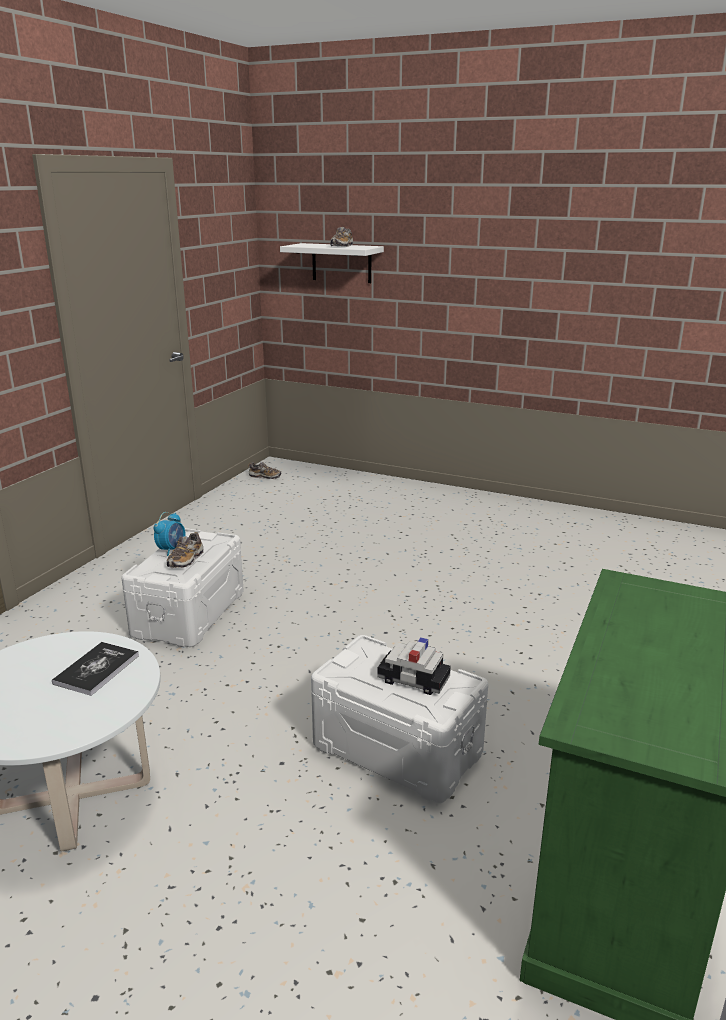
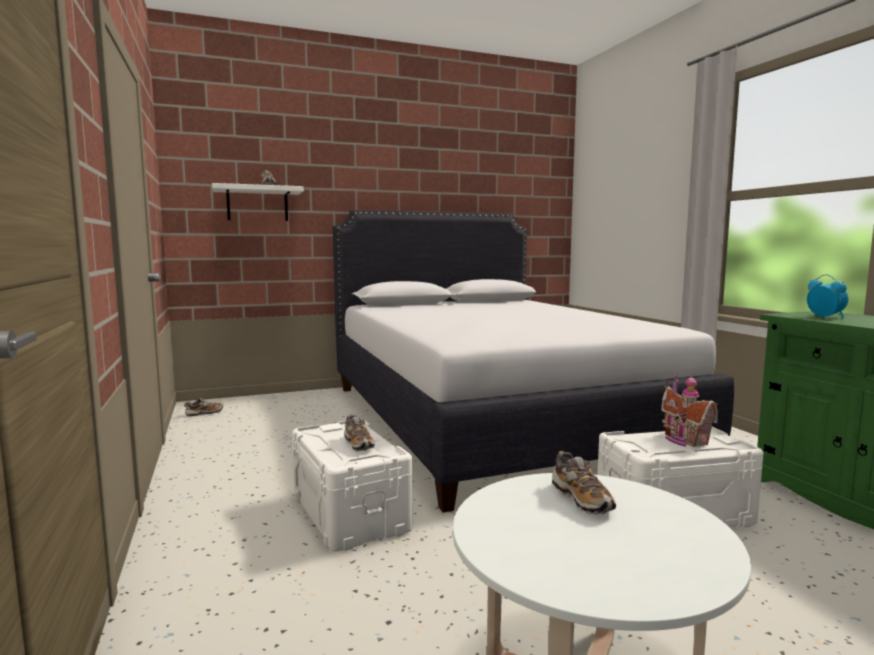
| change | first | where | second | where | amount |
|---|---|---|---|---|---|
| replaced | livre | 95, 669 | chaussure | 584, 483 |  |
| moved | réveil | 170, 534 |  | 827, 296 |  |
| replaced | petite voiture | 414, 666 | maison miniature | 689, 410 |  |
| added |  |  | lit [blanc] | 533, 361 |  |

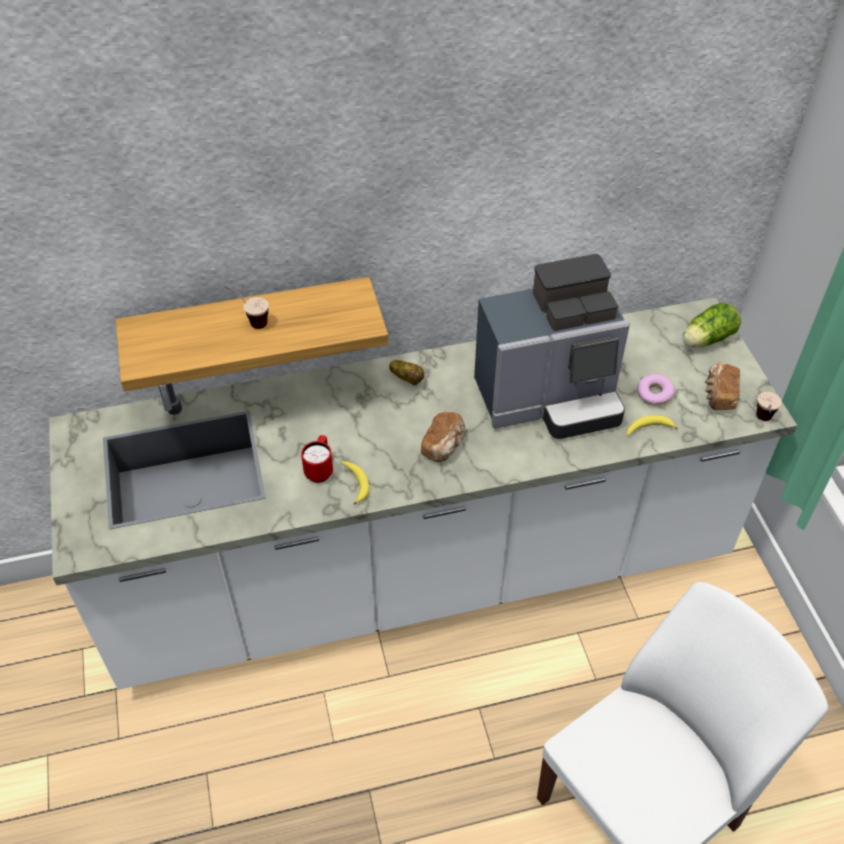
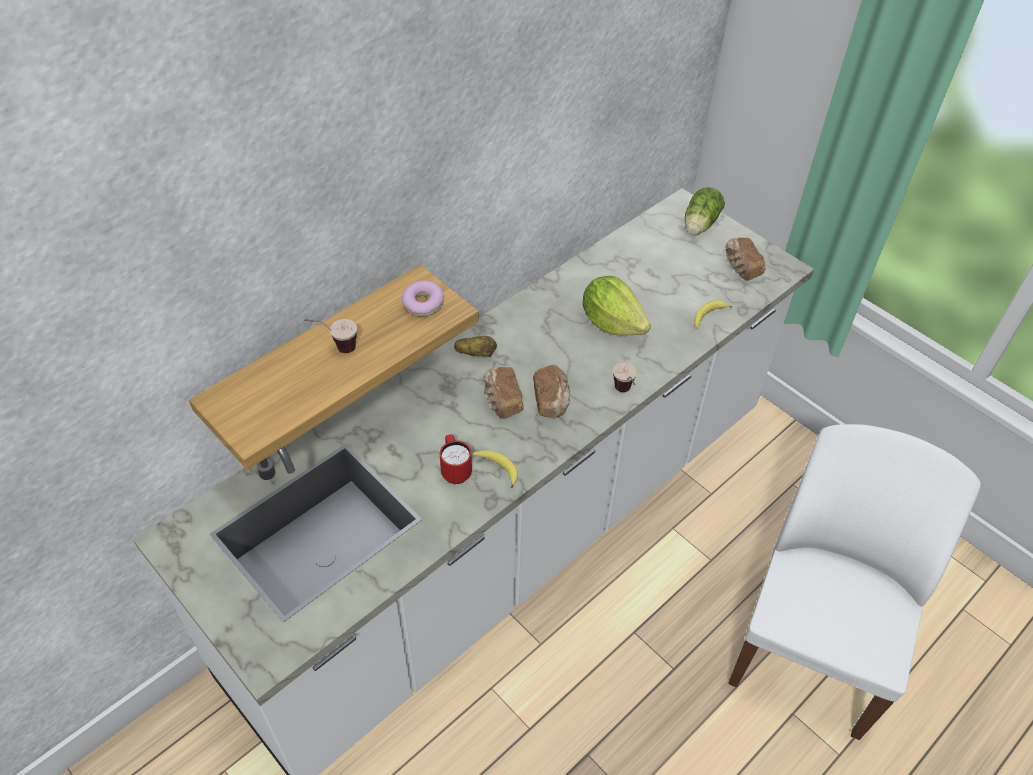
| change | first | where | second | where | amount |
|---|---|---|---|---|---|
| replaced | machine à café | 552, 346 | laitue | 616, 306 |  |
| moved | beignet | 656, 390 |  | 423, 298 |  |
| moved | tasse | 769, 406 |  | 625, 377 |  |
| added |  |  | pain | 503, 393 |  |

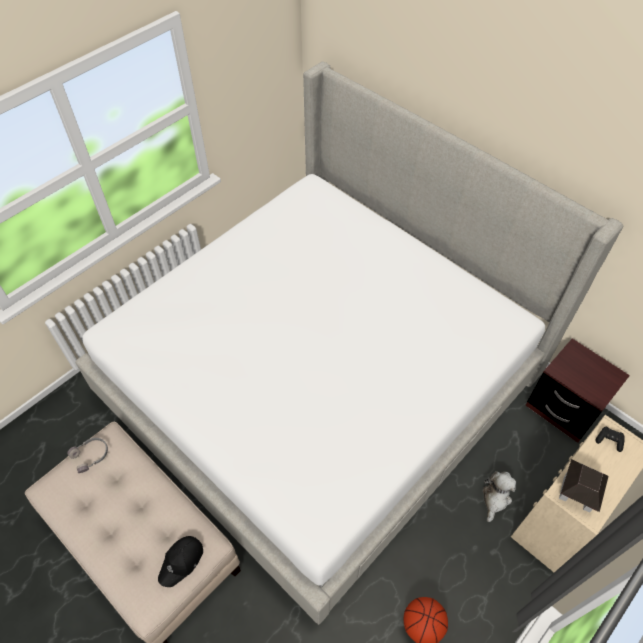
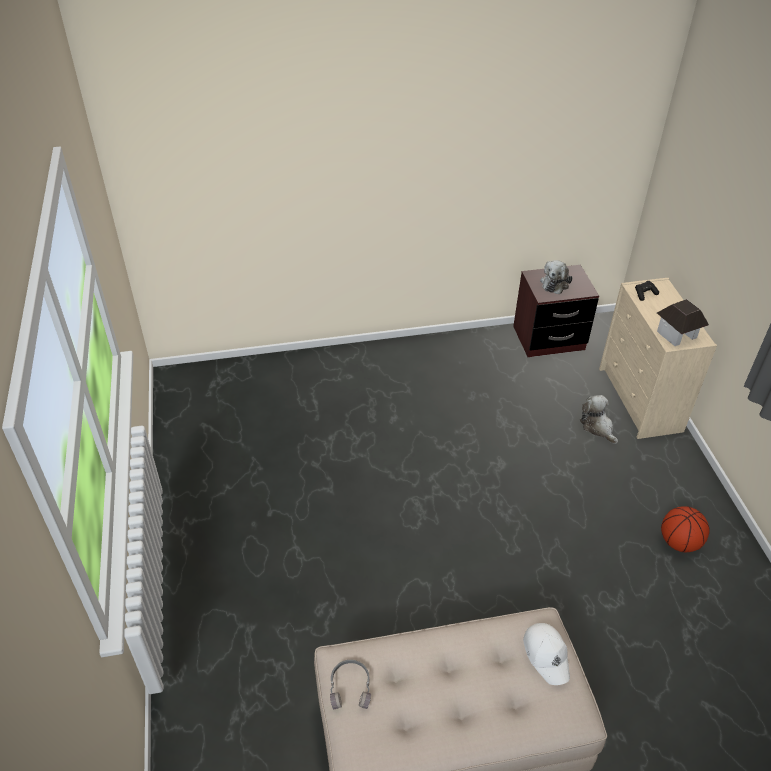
| change | first | where | second | where | amount |
|---|---|---|---|---|---|
| removed | lit | 349, 343 |  |  |  |
| recoloured | casquette [noir] | 180, 561 | casquette [blanc] | 546, 654 |  |
| added |  |  | peluche | 556, 277 |  |

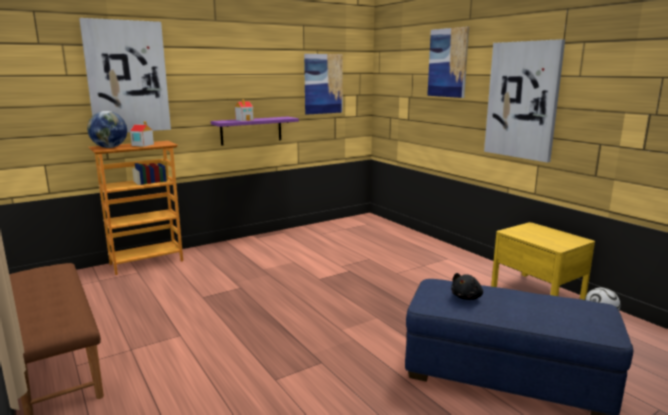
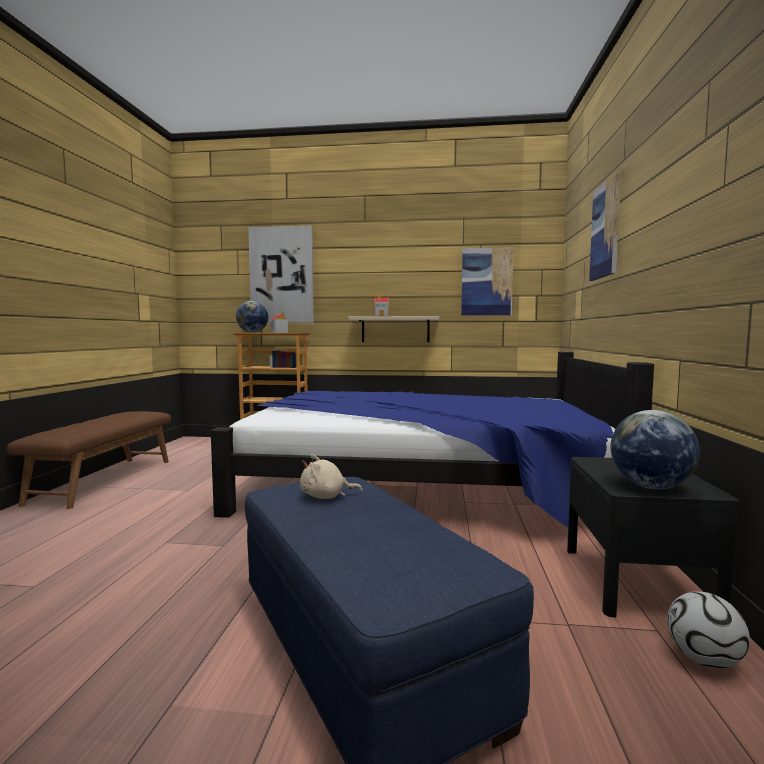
| change | first | where | second | where | amount |
|---|---|---|---|---|---|
| recoloured | étagère [violet] | 255, 131 | étagère [beige] | 393, 329 |  |
| recoloured | peluche [noir] | 467, 286 | peluche [beige] | 331, 476 |  |
| removed | tableau | 524, 100 |  |  |  |
| recoloured | table de chevet [jaune] | 543, 261 | table de chevet [noir] | 653, 537 |  |
| added |  |  | lit | 432, 439 |  |
| added |  |  | globe | 655, 449 |  |

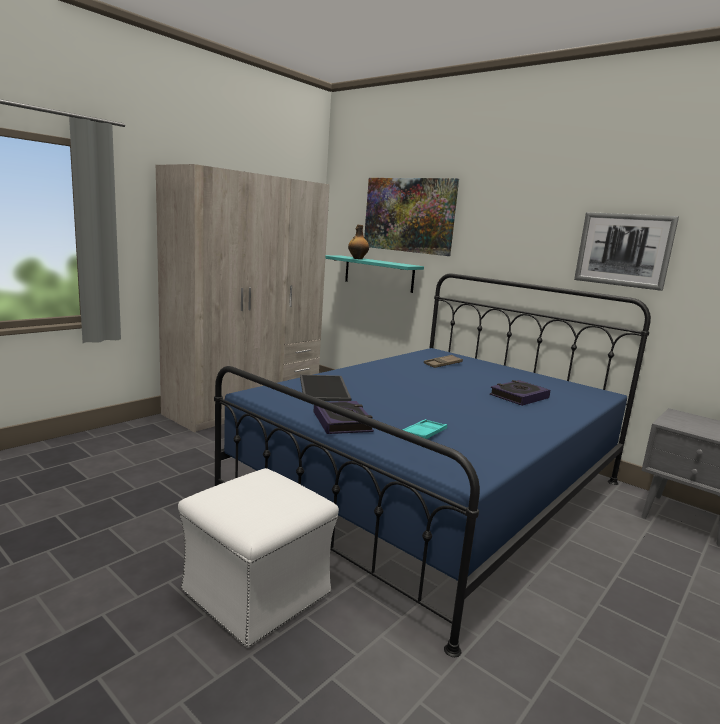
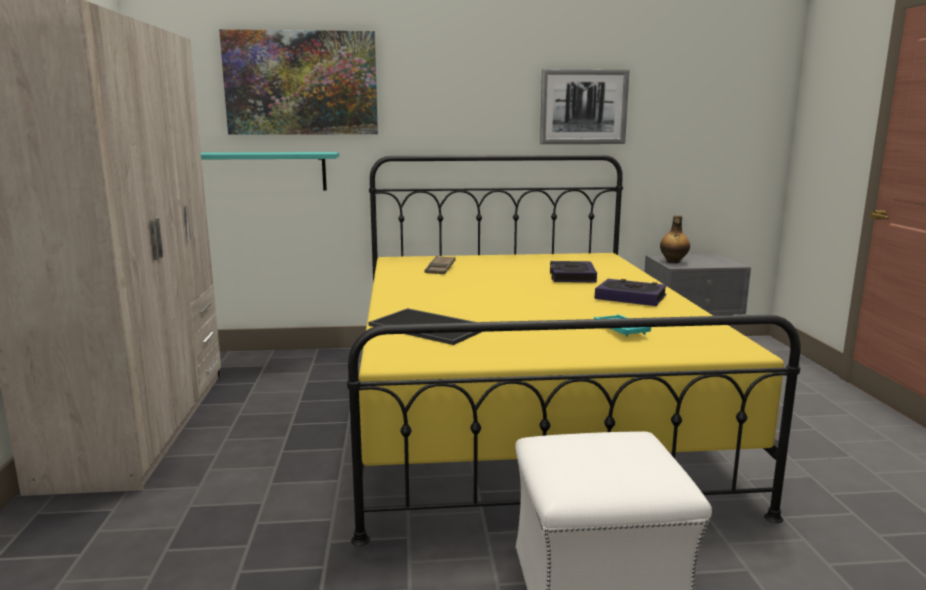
| change | first | where | second | where | amount |
|---|---|---|---|---|---|
| recoloured | lit [bleu] | 432, 465 | lit [jaune] | 574, 350 |  |
| moved | livre | 344, 417 |  | 631, 292 |  |
| moved | bouteille | 358, 242 |  | 675, 239 |  |

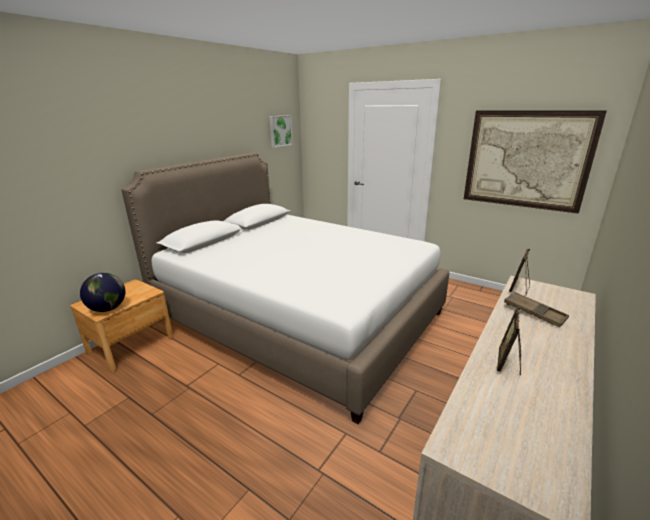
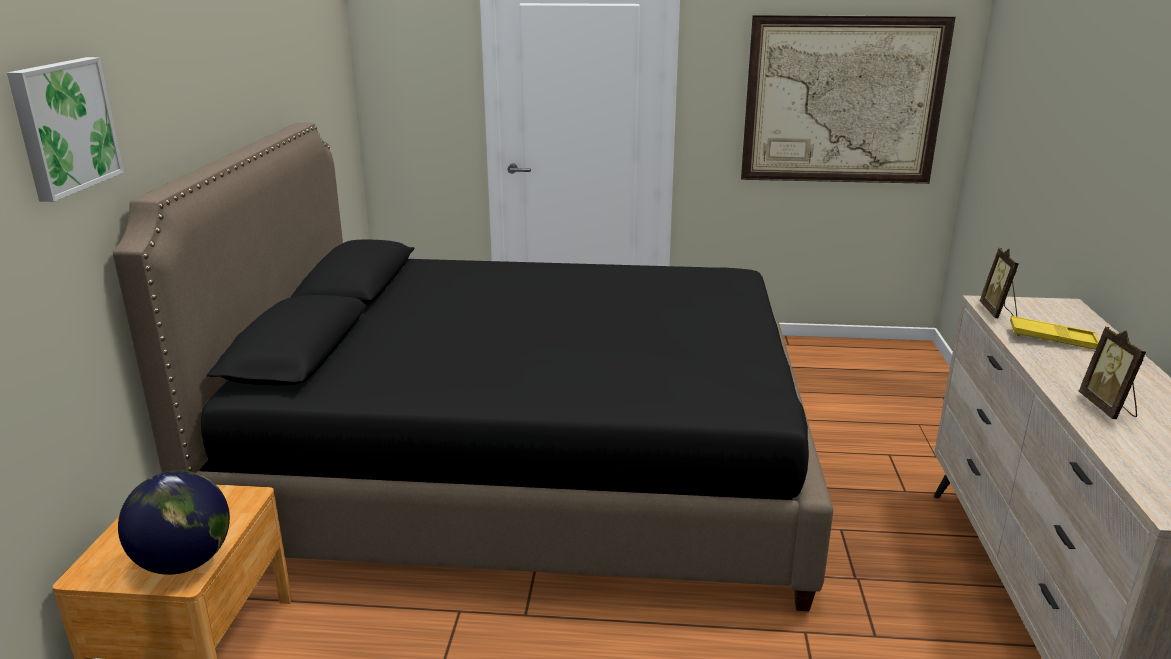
| change | first | where | second | where | amount |
|---|---|---|---|---|---|
| recoloured | lit [blanc] | 285, 288 | lit [noir] | 473, 366 |  |
| moved | tableau | 281, 131 |  | 65, 129 |  |
| recoloured | plateau [marron] | 536, 309 | plateau [jaune] | 1054, 333 |  |

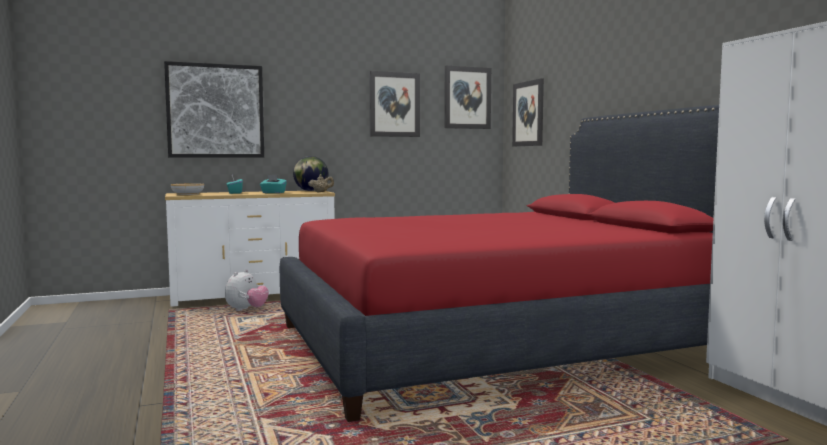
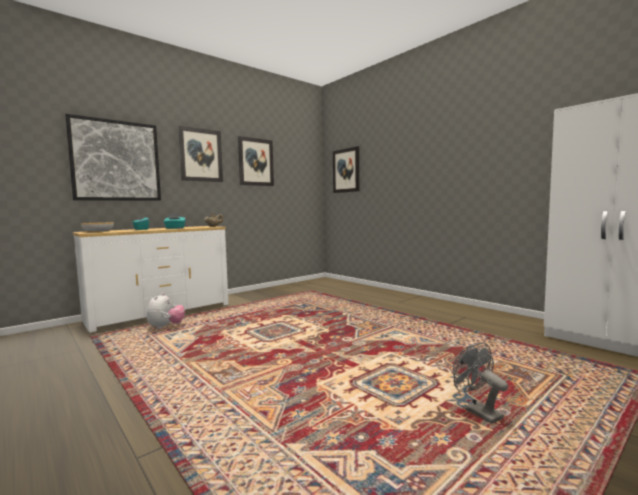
| change | first | where | second | where | amount |
|---|---|---|---|---|---|
| removed | lit [rouge] | 499, 263 |  |  |  |
| removed | globe | 310, 173 |  |  |  |
| moved | tableau | 467, 97 |  | 200, 154 |  |
| added |  |  | ventilateur [gris] | 480, 383 |  |

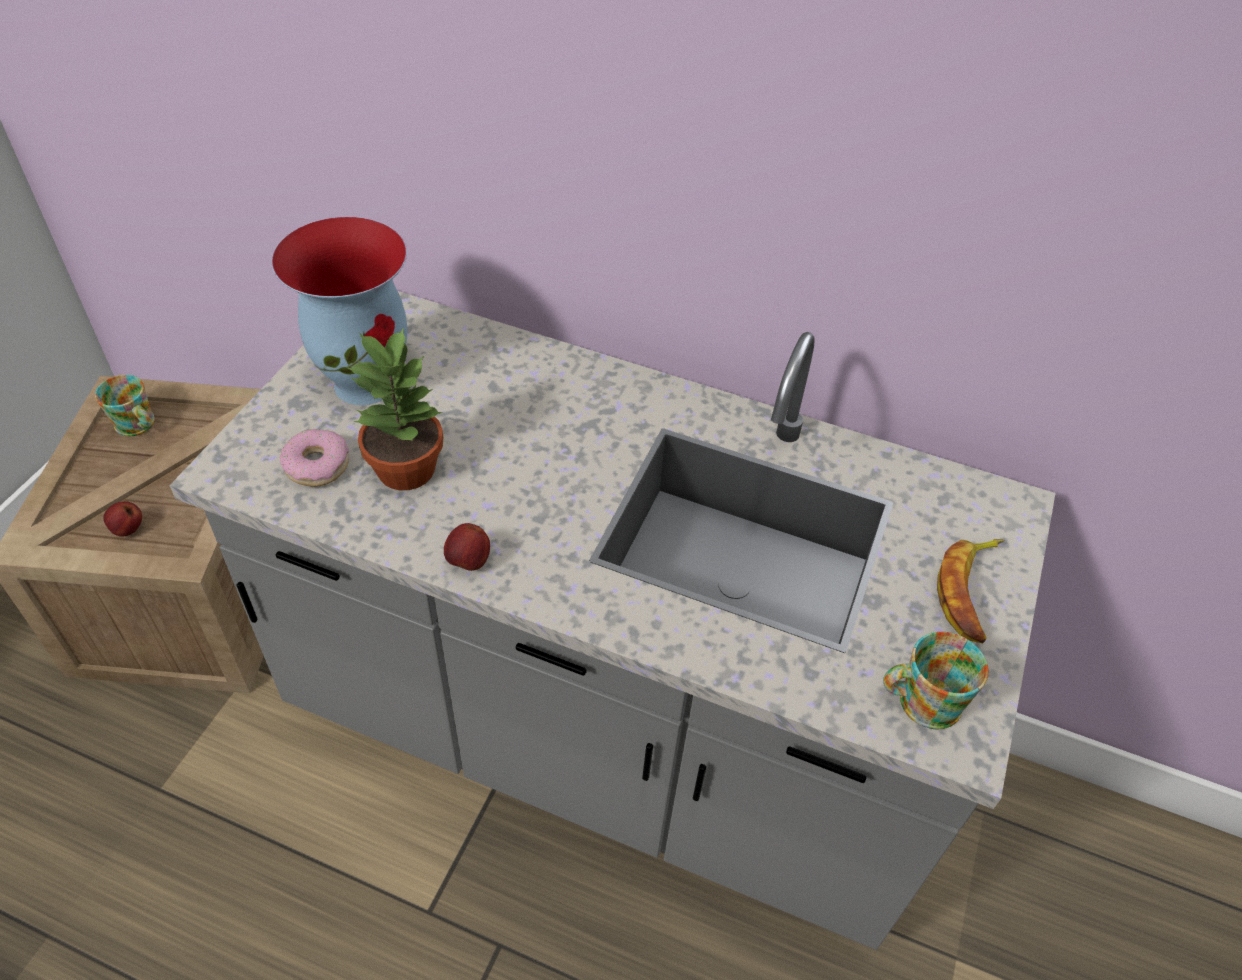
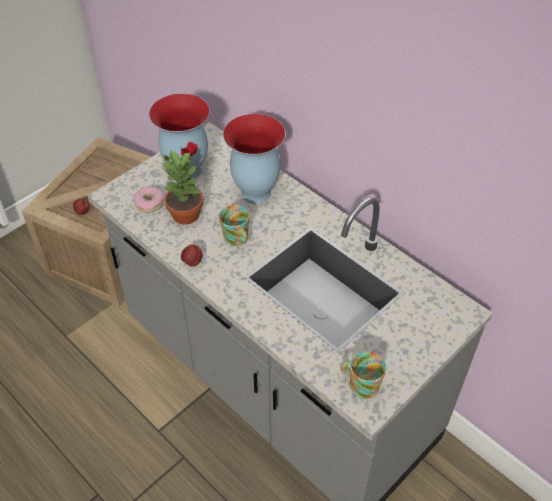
| change | first | where | second | where | amount |
|---|---|---|---|---|---|
| moved | mug | 125, 405 |  | 234, 225 |  |
| removed | banane | 971, 591 |  |  |  |
| added |  |  | vase | 254, 159 |  |

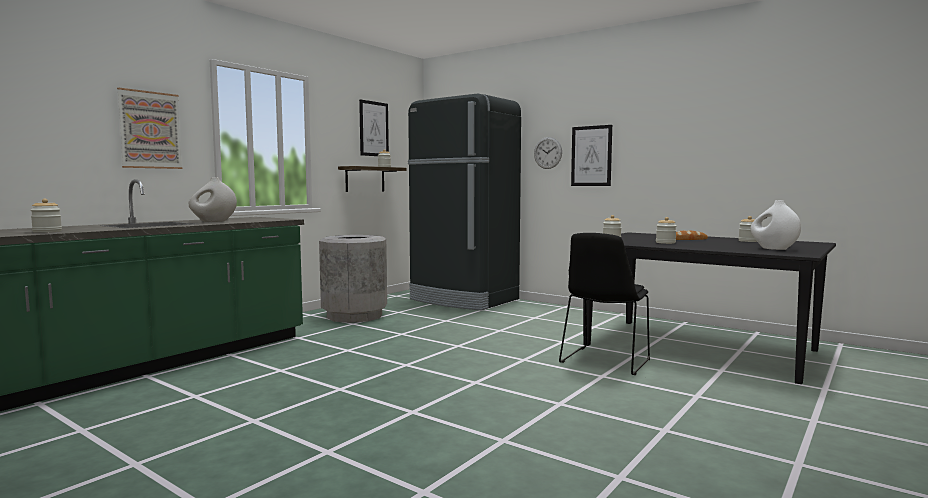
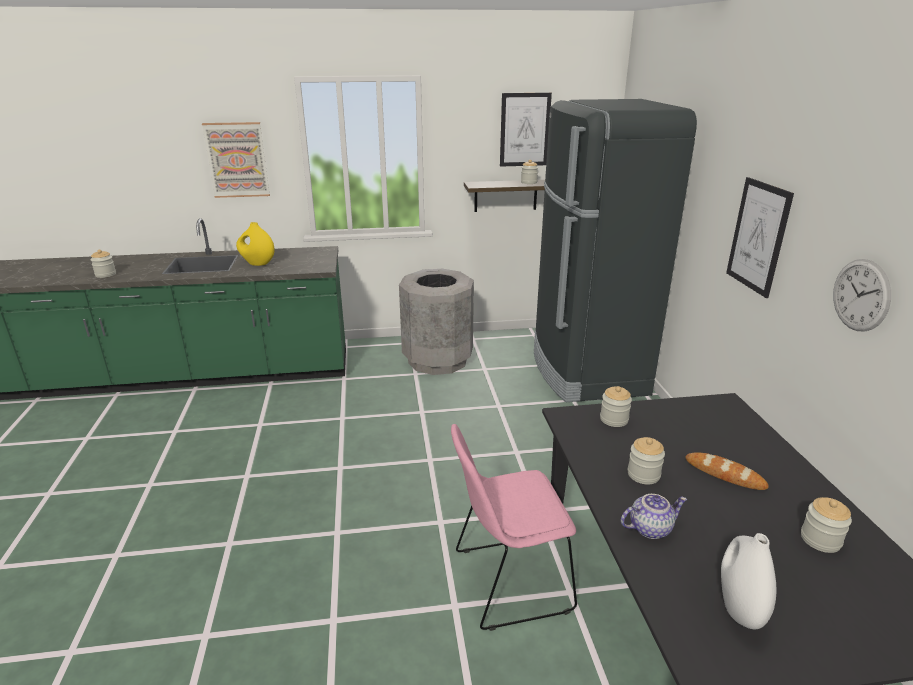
| change | first | where | second | where | amount |
|---|---|---|---|---|---|
| recoloured | vase [blanc] | 213, 199 | vase [jaune] | 255, 244 |  |
| moved | horloge murale | 548, 153 |  | 862, 295 |  |
| recoloured | chaise [noir] | 604, 304 | chaise [rose] | 514, 527 |  |
| added |  |  | théière | 654, 516 |  |

